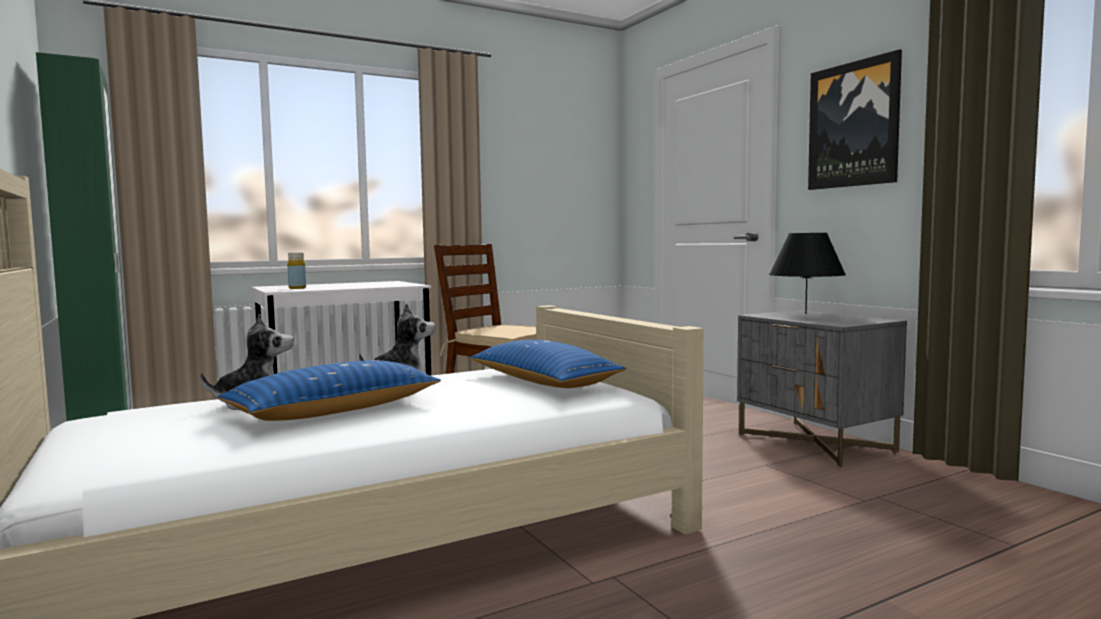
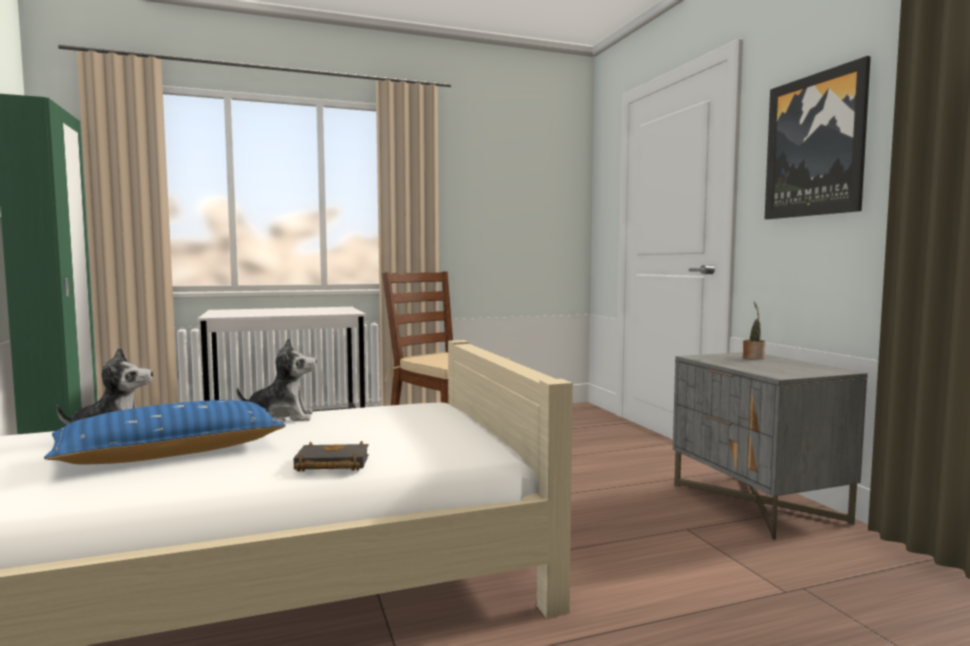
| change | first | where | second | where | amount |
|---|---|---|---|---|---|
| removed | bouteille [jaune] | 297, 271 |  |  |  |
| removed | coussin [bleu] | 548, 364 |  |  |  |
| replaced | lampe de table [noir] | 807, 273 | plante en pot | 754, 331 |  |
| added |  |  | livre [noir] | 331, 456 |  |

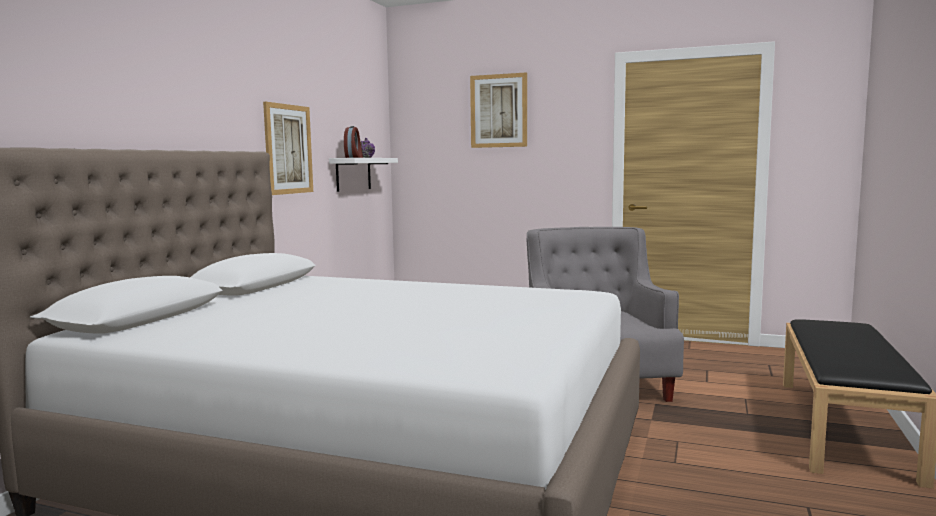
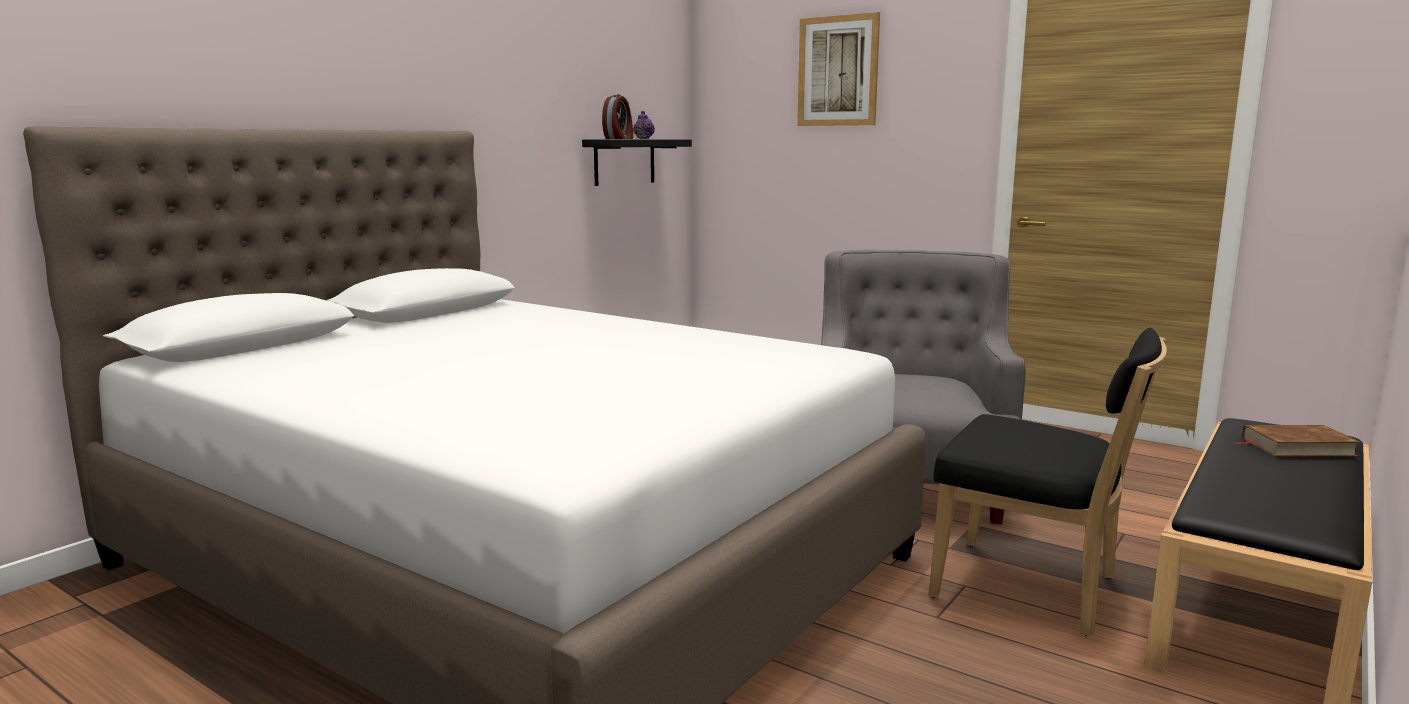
| change | first | where | second | where | amount |
|---|---|---|---|---|---|
| removed | tableau | 288, 148 |  |  |  |
| recoloured | étagère [blanc] | 363, 175 | étagère [noir] | 637, 162 |  |
| added |  |  | chaise [noir] | 1048, 482 |  |
| added |  |  | livre [marron] | 1297, 441 |  |

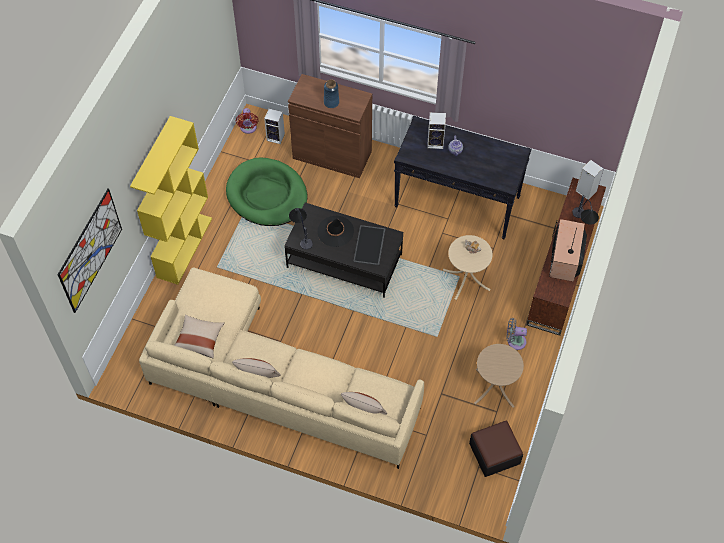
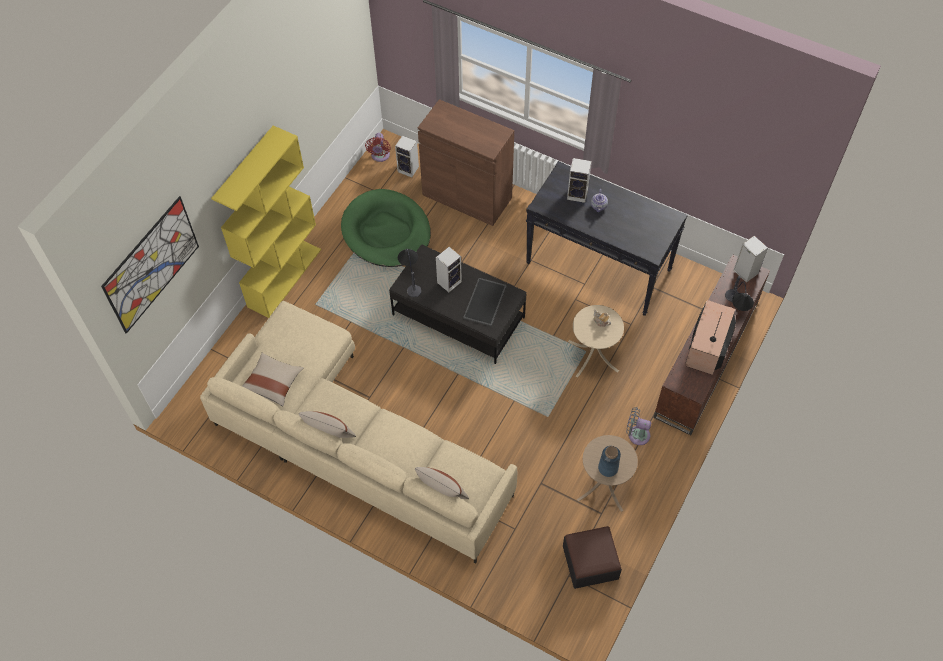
| change | first | where | second | where | amount |
|---|---|---|---|---|---|
| replaced | chapeau [noir] | 336, 231 | enceinte | 449, 269 |  |
| moved | vase [bleu] | 331, 93 |  | 609, 461 |  |

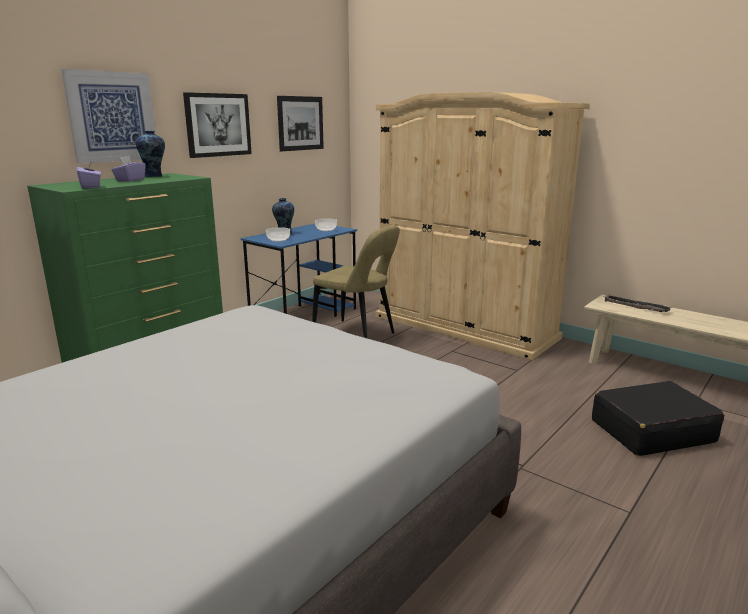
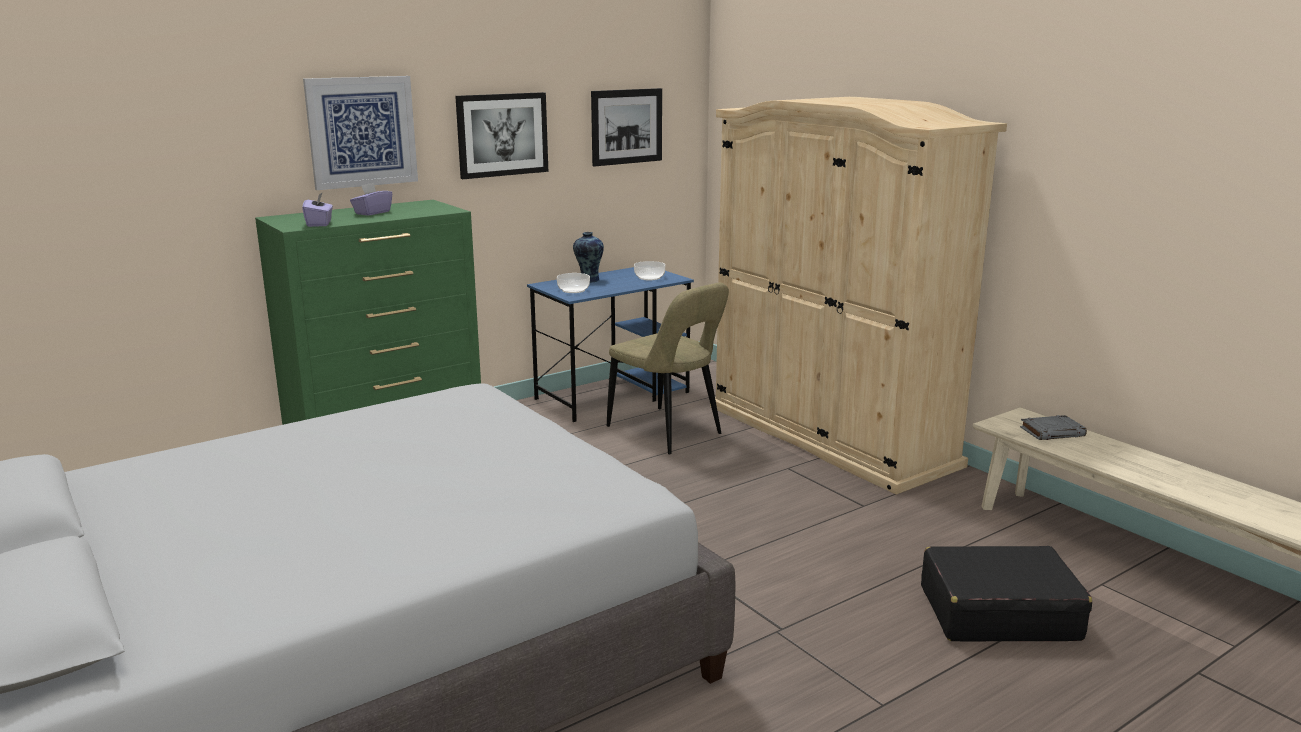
| change | first | where | second | where | amount |
|---|---|---|---|---|---|
| removed | vase | 150, 153 |  |  |  |
| replaced | plateau | 638, 303 | livre [gris] | 1053, 427 |  |

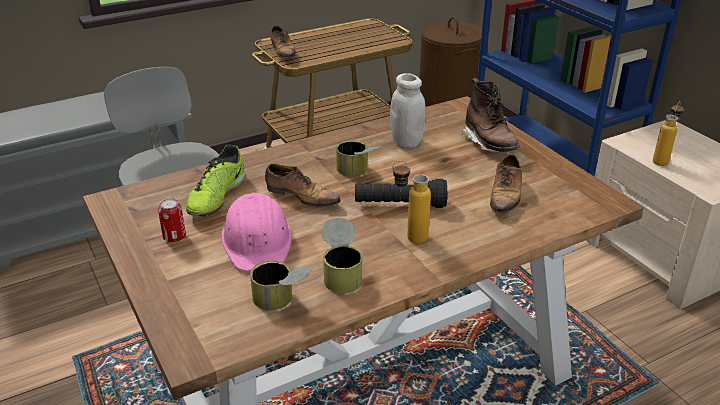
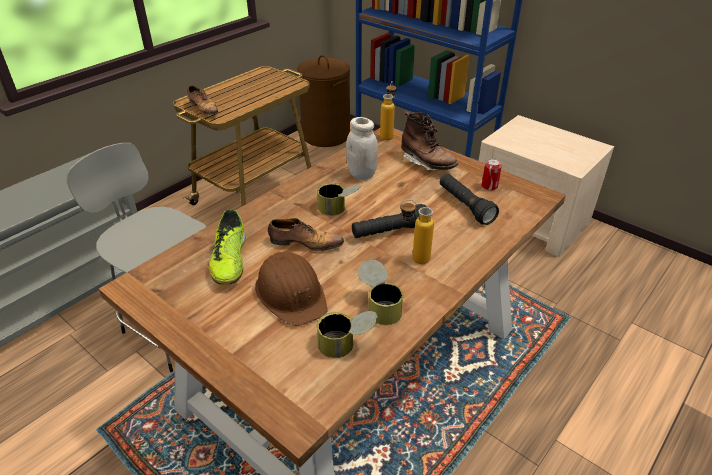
| change | first | where | second | where | amount |
|---|---|---|---|---|---|
| moved | boîte métallique | 172, 220 |  | 492, 174 |  |
| recoloured | casque de chantier [rose] | 256, 232 | casque de chantier [marron] | 291, 289 |  |
| replaced | chaussure | 506, 183 | lampe de poche [noir] | 469, 199 |  |
| moved | bouteille | 668, 133 |  | 388, 110 |  |

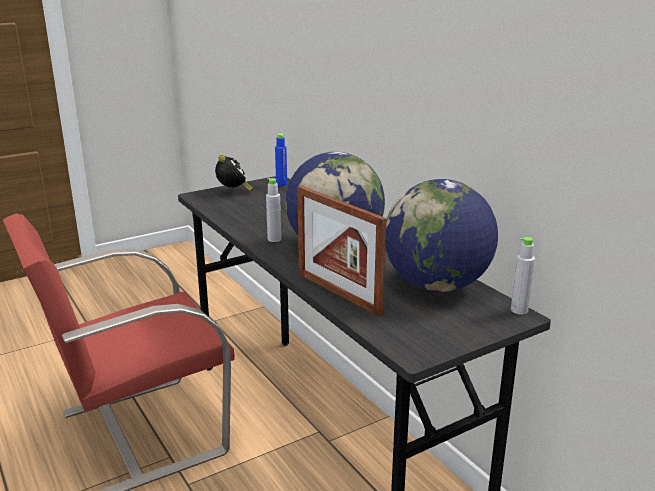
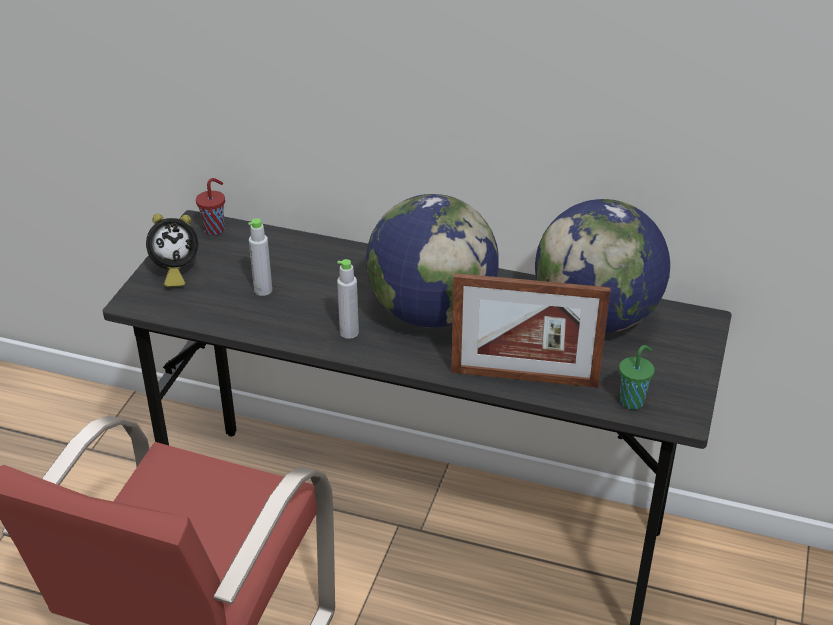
| change | first | where | second | where | amount |
|---|---|---|---|---|---|
| turned | réveil | 234, 173 |  | 172, 250 | 120 degrees clockwise |
| replaced | bouteille [bleu] | 281, 159 | tasse [rouge] | 210, 207 |  |
| moved | bouteille [gris] | 523, 276 |  | 260, 257 |  |
| added |  |  | tasse [vert] | 637, 377 |  |

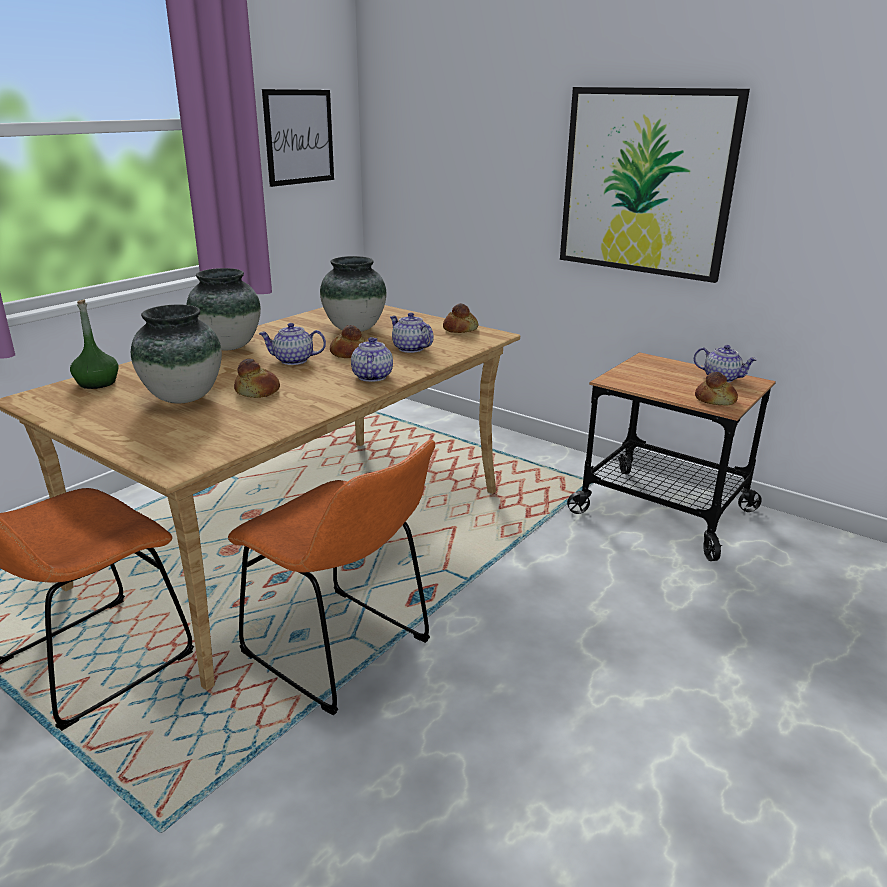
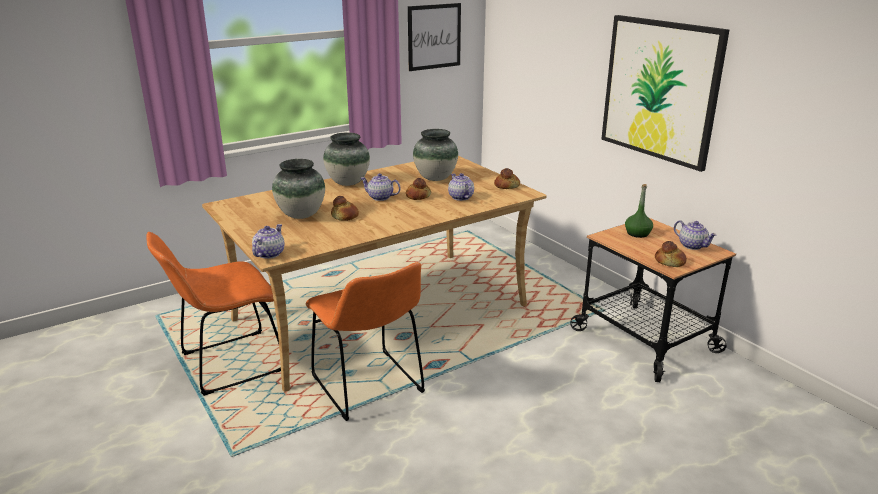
| change | first | where | second | where | amount |
|---|---|---|---|---|---|
| moved | bouteille [vert] | 94, 344 |  | 639, 211 |  |
| moved | théière | 372, 359 |  | 268, 241 |  |

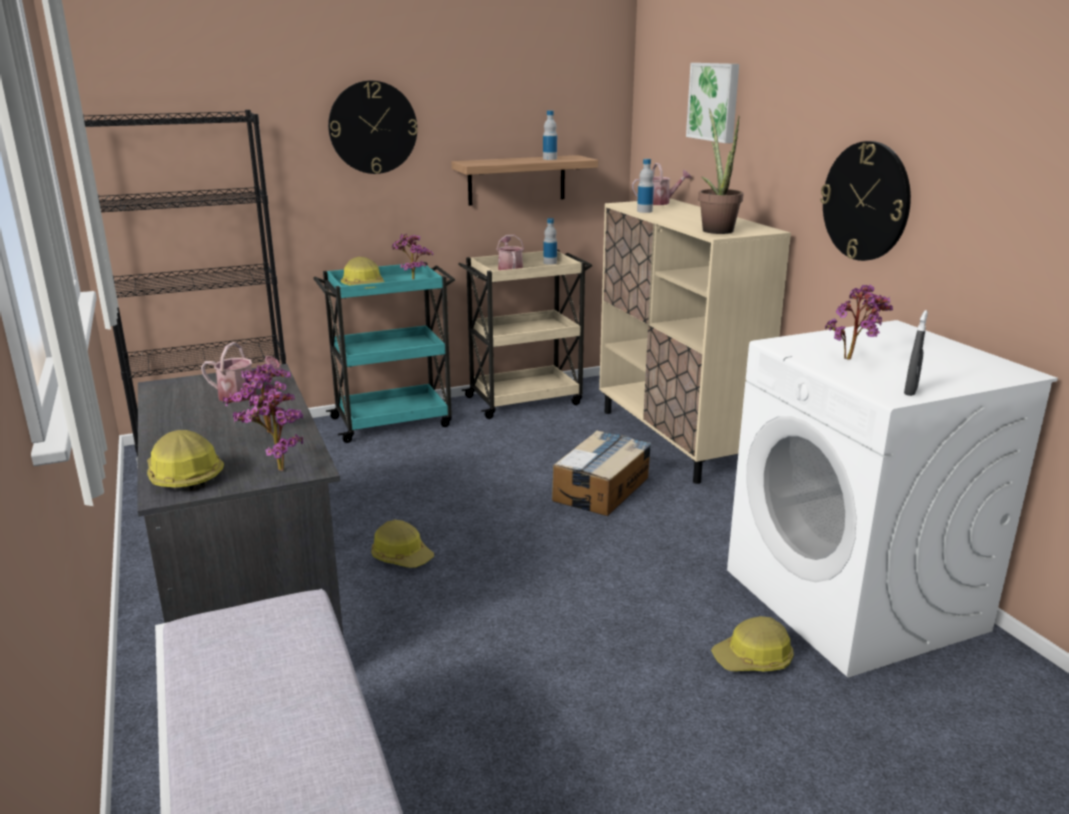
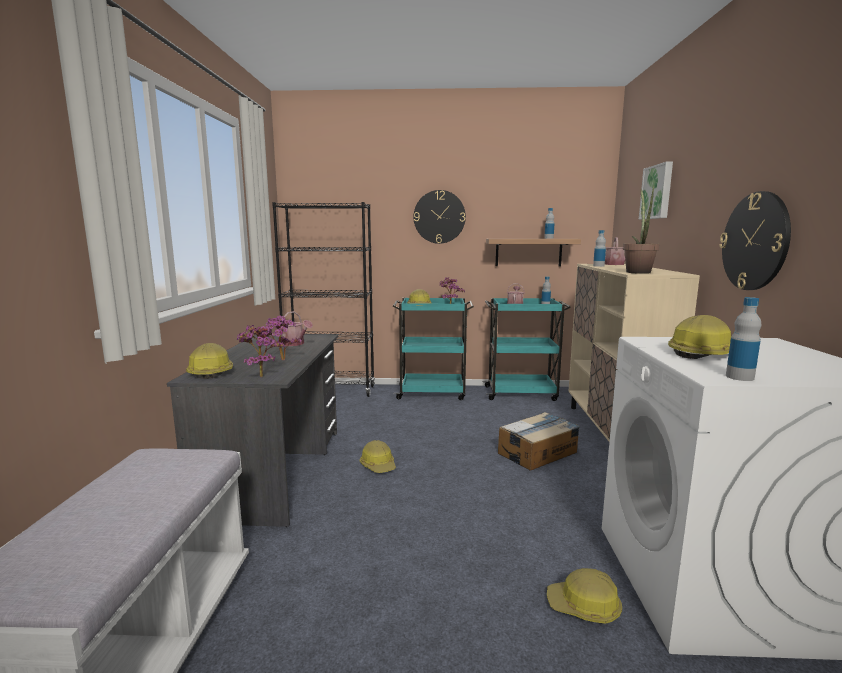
| change | first | where | second | where | amount |
|---|---|---|---|---|---|
| recoloured | chariot [beige] | 525, 334 | chariot [turquoise] | 527, 349 |  |
| replaced | plante en pot | 859, 322 | casque de chantier | 699, 337 |  |
| replaced | vaporisateur [gris] | 916, 353 | bouteille | 744, 339 |  |

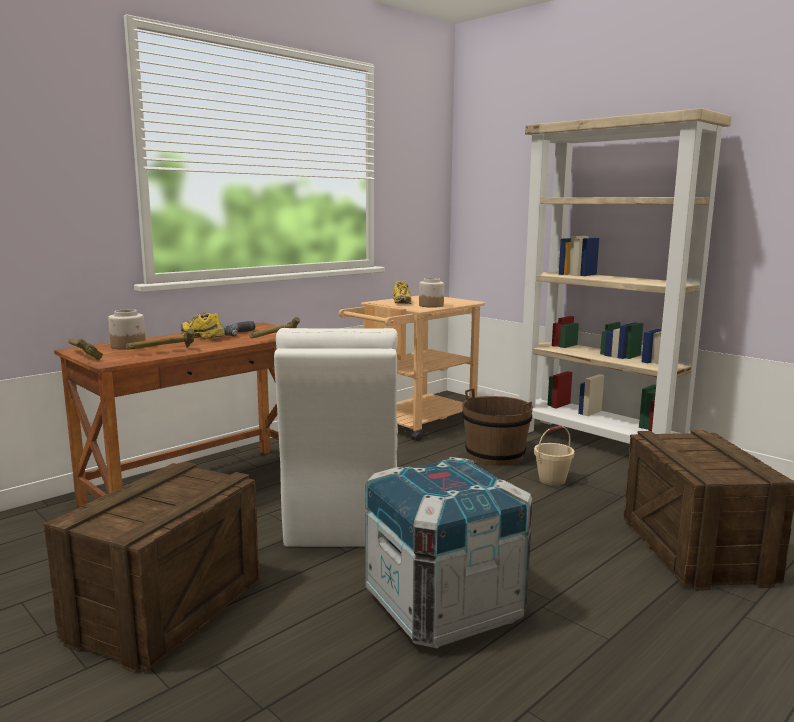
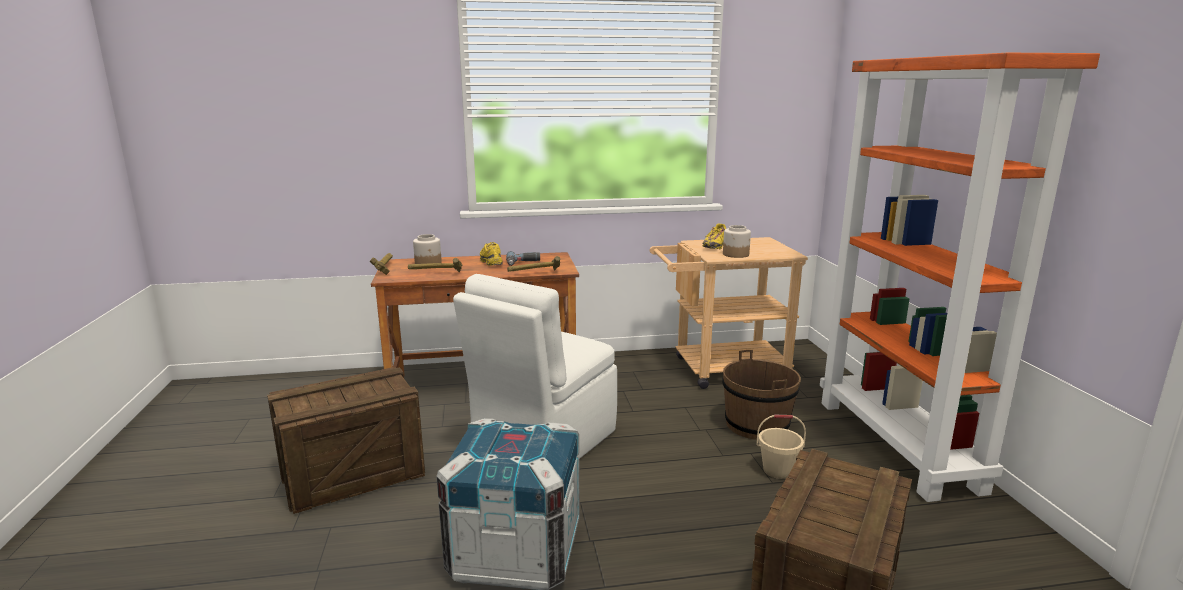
| change | first | where | second | where | amount |
|---|---|---|---|---|---|
| recoloured | bibliothèque [beige] | 625, 276 | bibliothèque [orange] | 960, 277 |  |

